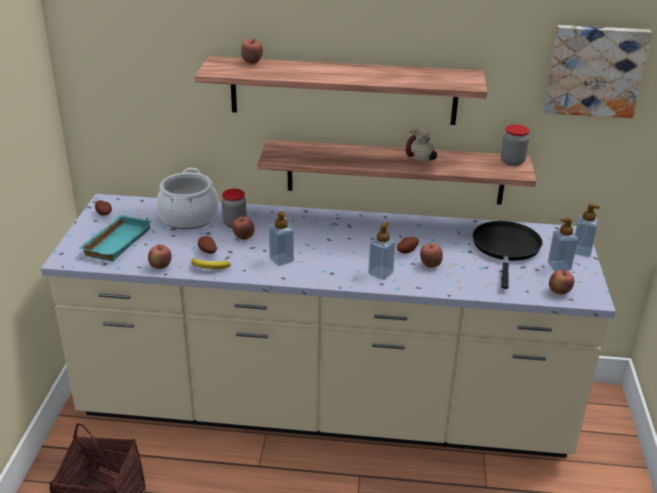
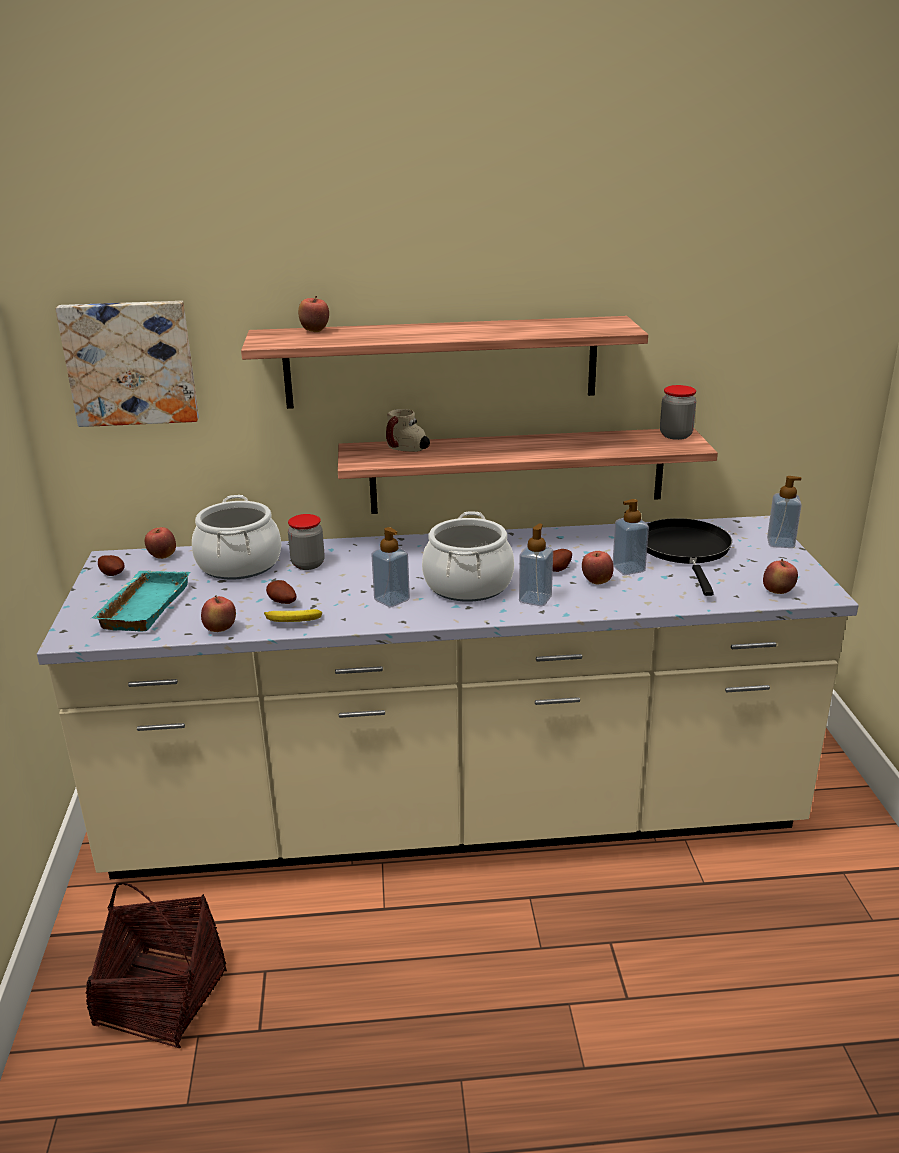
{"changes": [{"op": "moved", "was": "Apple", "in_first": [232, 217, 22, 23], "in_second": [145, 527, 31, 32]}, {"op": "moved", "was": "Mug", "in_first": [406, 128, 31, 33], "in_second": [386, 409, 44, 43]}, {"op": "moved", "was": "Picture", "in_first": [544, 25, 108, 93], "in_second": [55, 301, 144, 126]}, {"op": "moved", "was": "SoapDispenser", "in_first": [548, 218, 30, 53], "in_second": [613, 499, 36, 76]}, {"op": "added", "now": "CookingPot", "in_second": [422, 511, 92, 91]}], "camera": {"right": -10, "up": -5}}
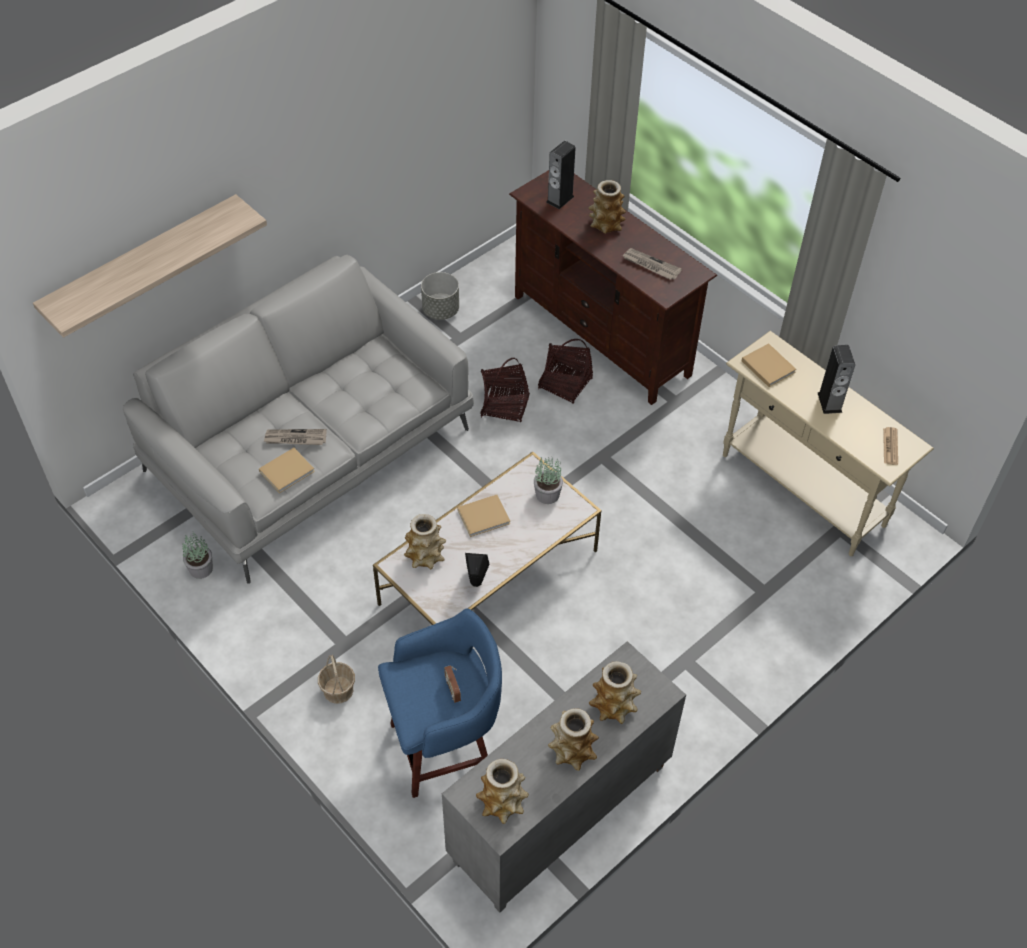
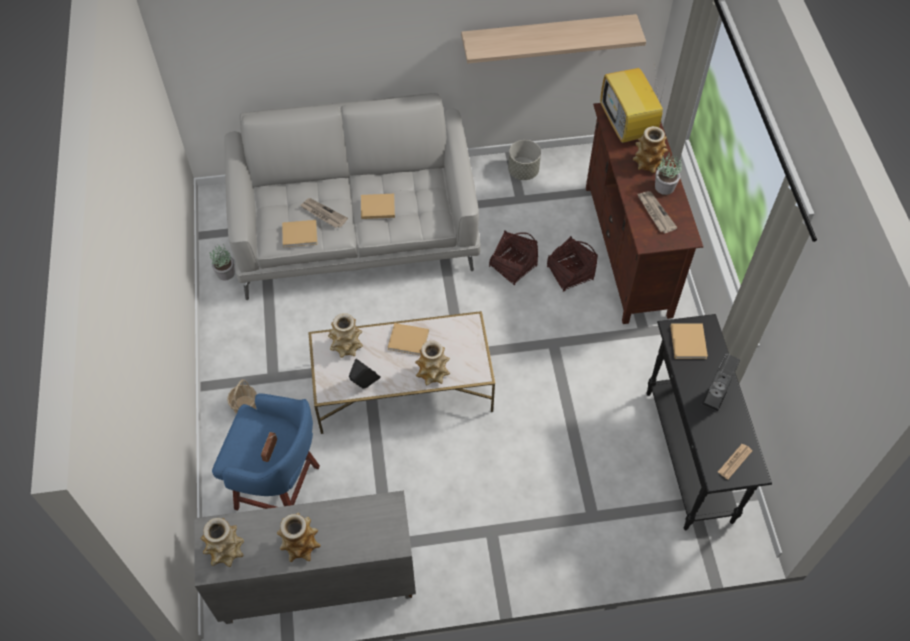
{"changes": [{"op": "moved", "was": "Shelf", "in_first": [33, 194, 234, 144], "in_second": [461, 14, 185, 50]}, {"op": "moved", "was": "PottedPlant", "in_first": [534, 458, 29, 46], "in_second": [655, 152, 27, 43]}, {"op": "replaced", "was": "Speaker", "now": "Television", "in_first": [546, 141, 30, 68], "in_second": [600, 62, 67, 81]}, {"op": "moved", "was": "Vase", "in_first": [589, 661, 52, 63], "in_second": [415, 341, 35, 44]}, {"op": "recoloured", "was": "BeigeConsoleTable", "now": "BlackConsoleTable", "in_first": [723, 331, 211, 225], "in_second": [646, 314, 126, 216]}, {"op": "added", "now": "BeigeBook", "in_second": [361, 194, 34, 25]}], "camera": {"right": 35, "up": 5}}
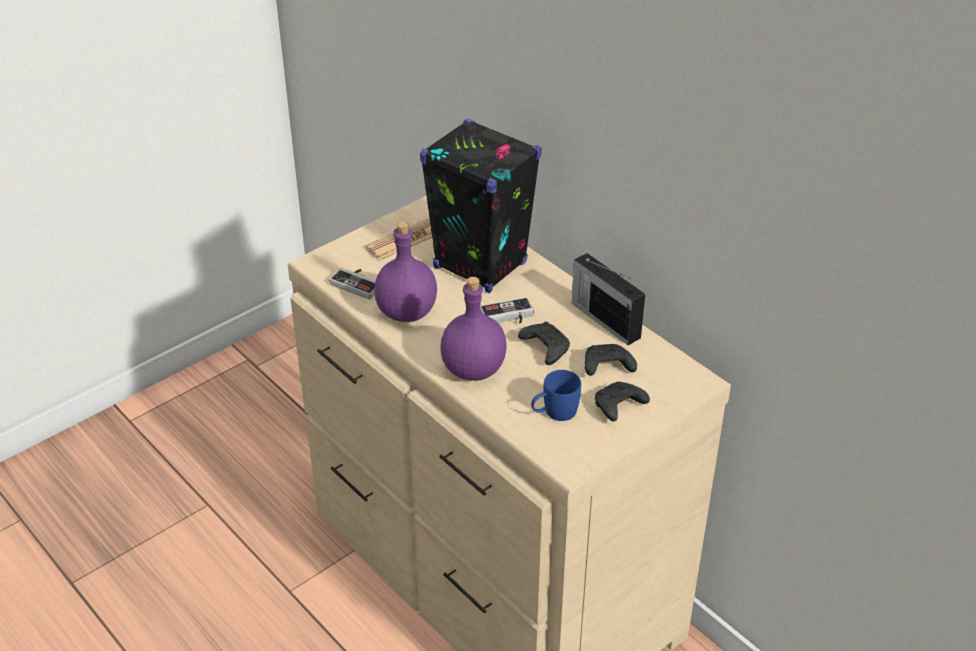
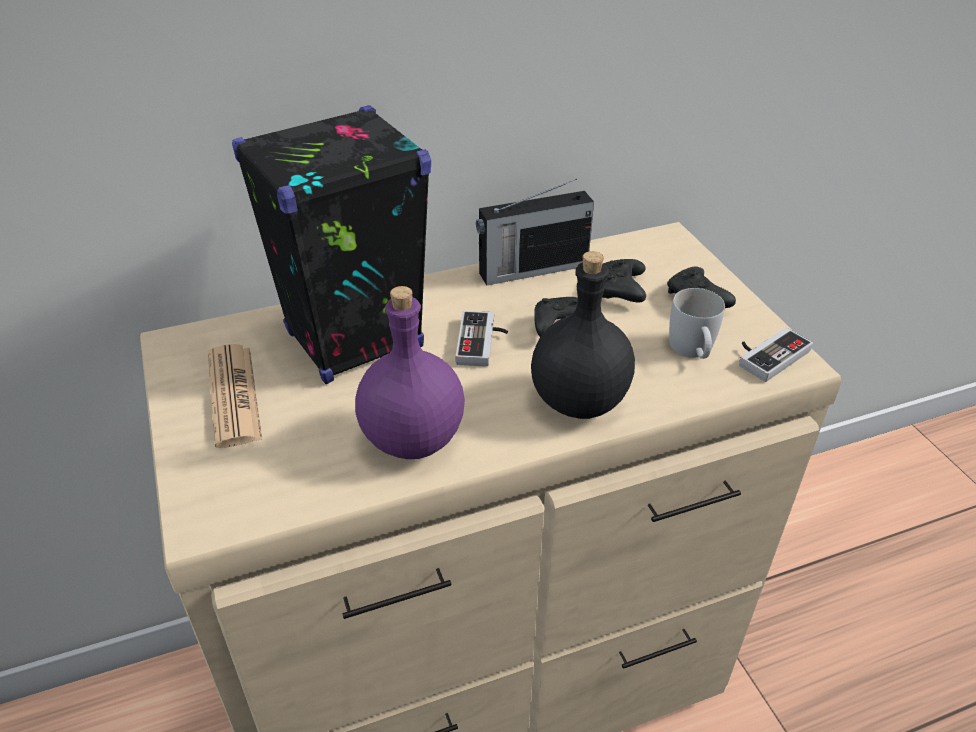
{"changes": [{"op": "moved", "was": "GameController", "in_first": [329, 268, 47, 32], "in_second": [739, 328, 74, 54]}, {"op": "recoloured", "was": "PurpleBottle", "now": "BlackBottle", "in_first": [440, 277, 67, 104], "in_second": [531, 251, 104, 168]}, {"op": "recoloured", "was": "BlueMug", "now": "WhiteMug", "in_first": [531, 370, 50, 51], "in_second": [669, 288, 56, 71]}], "camera": {"right": -70, "up": 0}}
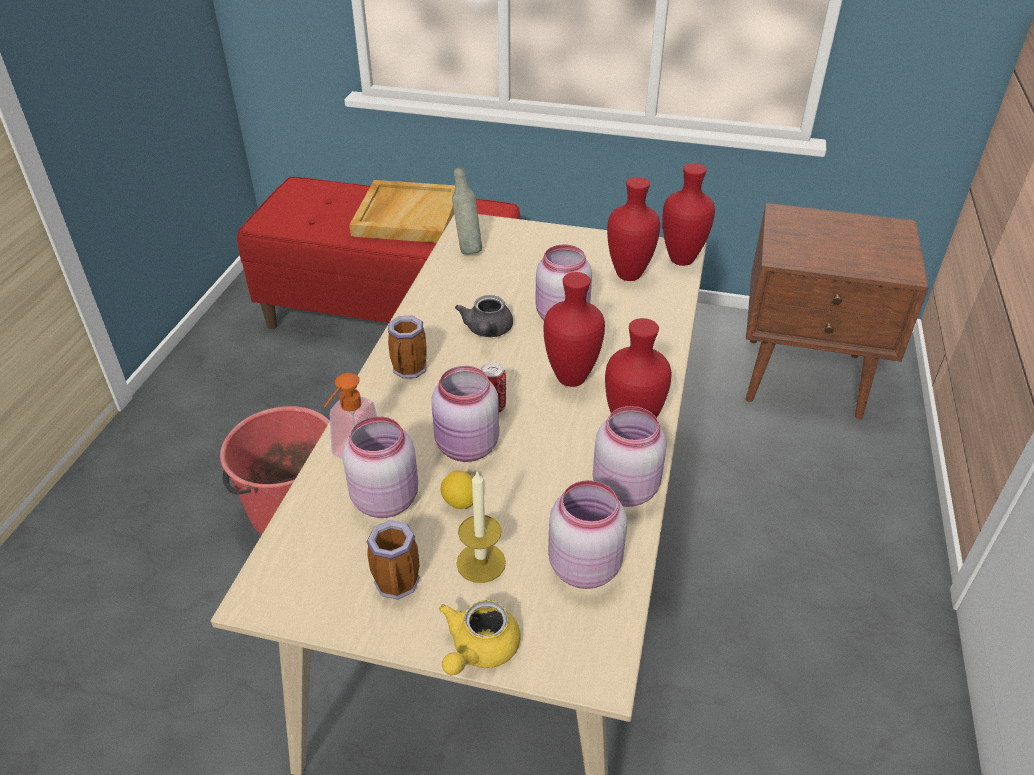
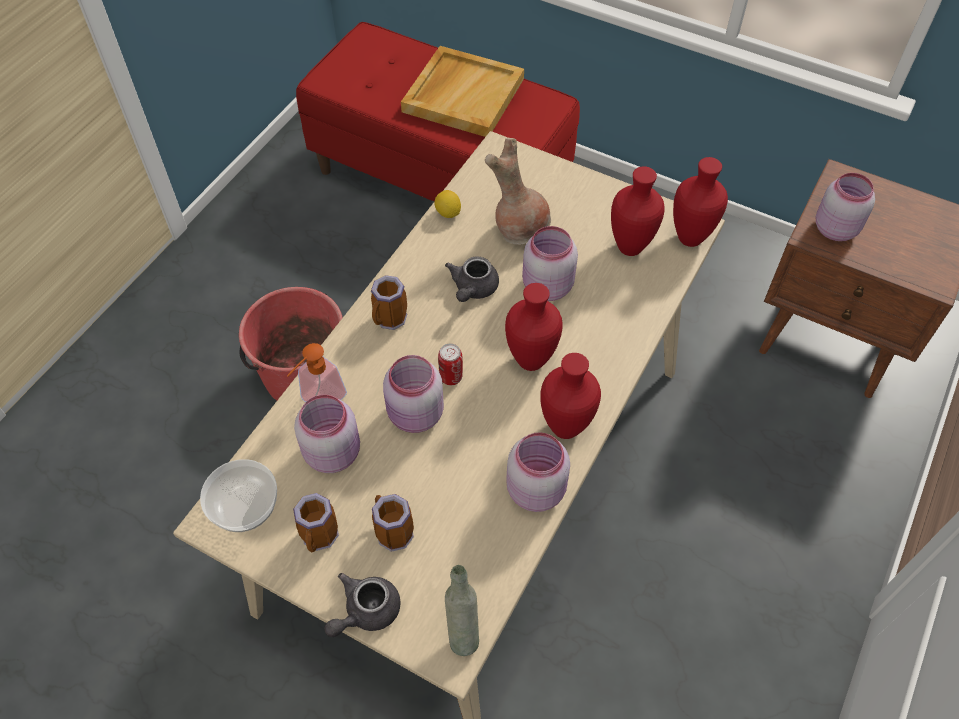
{"changes": [{"op": "recoloured", "was": "YellowTeapot", "now": "GreyTeapot", "in_first": [439, 600, 82, 76], "in_second": [325, 573, 76, 64]}, {"op": "moved", "was": "Lemon", "in_first": [441, 471, 32, 38], "in_second": [434, 190, 27, 28]}, {"op": "moved", "was": "GreyBottle", "in_first": [452, 167, 30, 87], "in_second": [445, 565, 34, 91]}, {"op": "replaced", "was": "Candle", "now": "Mug", "in_first": [456, 471, 50, 112], "in_second": [372, 494, 42, 58]}, {"op": "moved", "was": "PinkJar", "in_first": [548, 480, 79, 109], "in_second": [816, 173, 59, 68]}, {"op": "added", "now": "Bowl", "in_second": [200, 459, 77, 73]}, {"op": "added", "now": "BrownVase", "in_second": [485, 138, 66, 107]}], "camera": {"right": 15, "up": 15}}
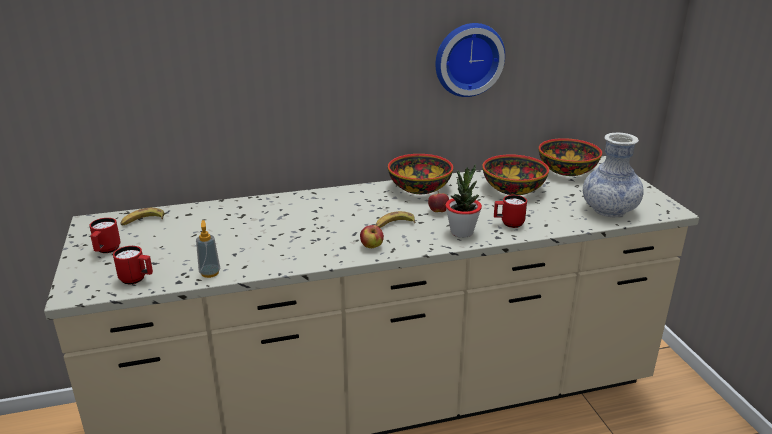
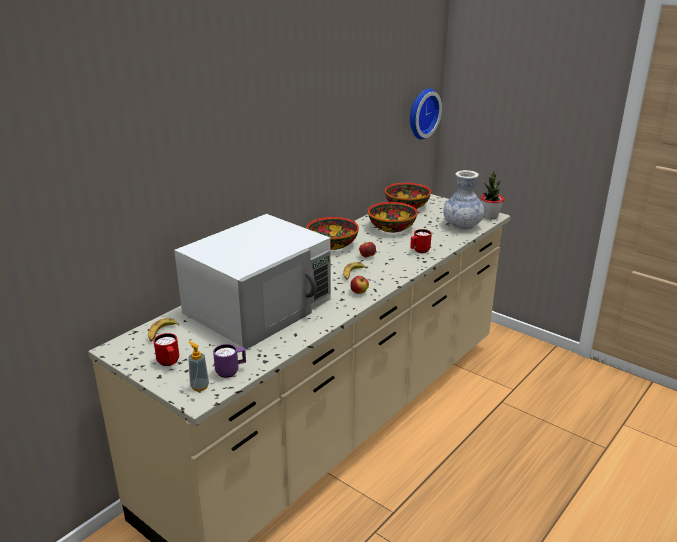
{"changes": [{"op": "recoloured", "was": "RedMug", "now": "PurpleMug", "in_first": [113, 246, 40, 38], "in_second": [213, 344, 33, 34]}, {"op": "moved", "was": "SoapDispenser", "in_first": [196, 220, 24, 58], "in_second": [188, 341, 21, 50]}, {"op": "moved", "was": "WallClock", "in_first": [435, 23, 70, 74], "in_second": [410, 89, 32, 51]}, {"op": "moved", "was": "PottedPlant", "in_first": [445, 164, 37, 74], "in_second": [481, 172, 23, 47]}, {"op": "added", "now": "WhiteMicrowave", "in_second": [174, 214, 157, 135]}], "camera": {"right": -35, "up": 0}}
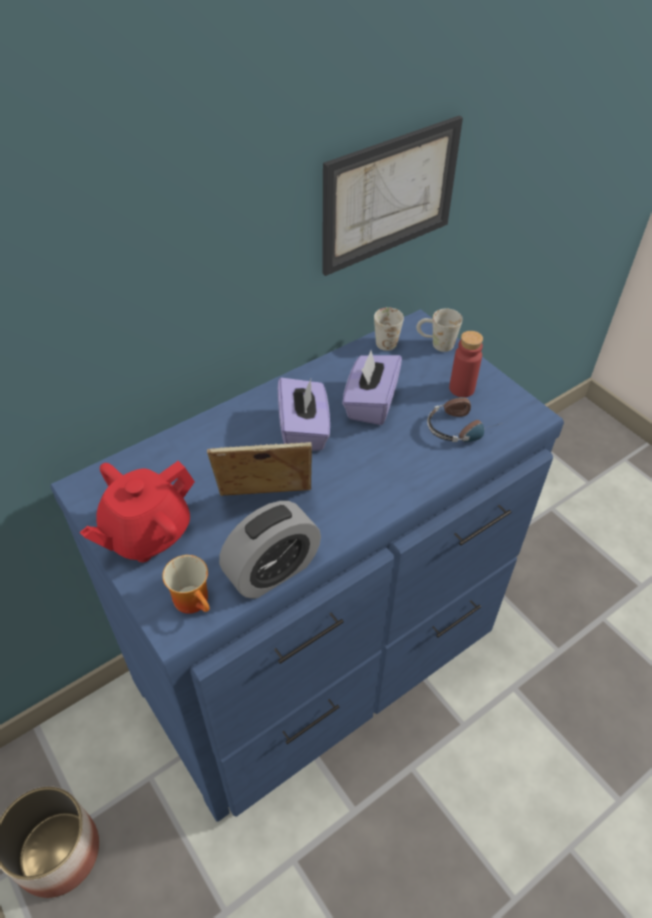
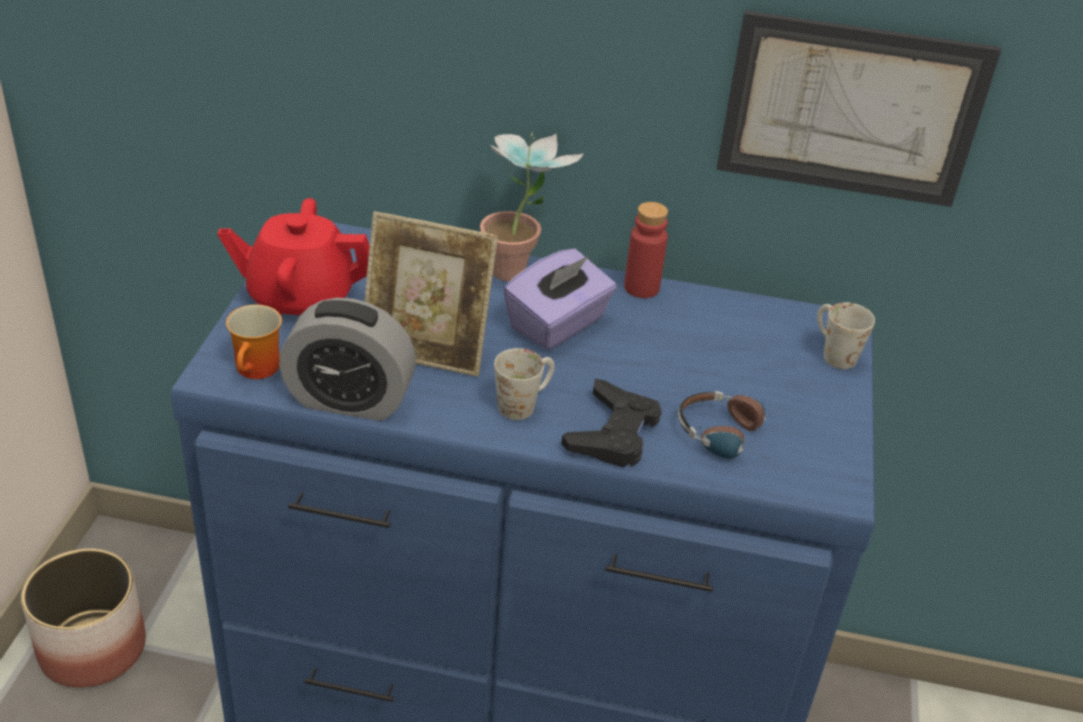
{"changes": [{"op": "turned", "was": "PictureFrame", "in_first": [207, 442, 105, 54], "in_second": [364, 211, 134, 165], "clockwise": 150}, {"op": "removed", "was": "PurpleTissueBox", "in_first": [342, 351, 60, 74]}, {"op": "moved", "was": "WhiteMug", "in_first": [374, 307, 30, 44], "in_second": [494, 348, 60, 72]}, {"op": "moved", "was": "RedBottle", "in_first": [449, 331, 34, 66], "in_second": [624, 202, 44, 96]}, {"op": "added", "now": "PottedPlant", "in_second": [480, 133, 104, 148]}, {"op": "added", "now": "BlackGameController", "in_second": [561, 379, 101, 89]}], "camera": {"right": 45, "up": -10}}
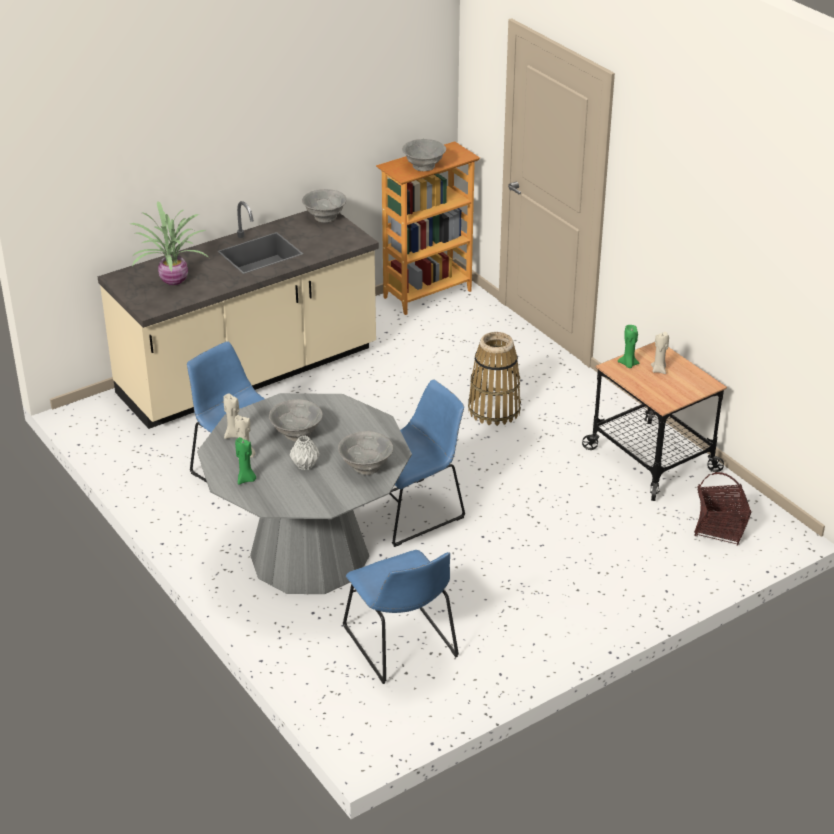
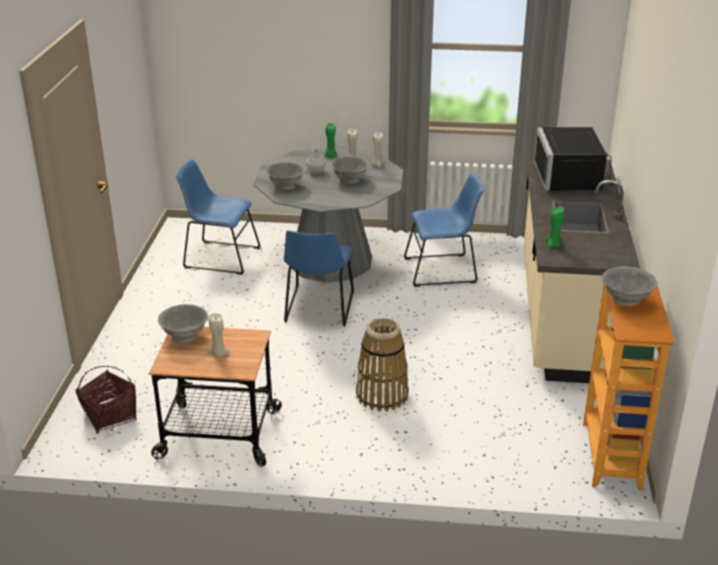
{"changes": [{"op": "replaced", "was": "PottedPlant", "now": "BlackMicrowave", "in_first": [130, 201, 79, 84], "in_second": [534, 127, 80, 64]}, {"op": "moved", "was": "GreyBowl", "in_first": [302, 189, 45, 33], "in_second": [158, 304, 50, 39]}, {"op": "moved", "was": "GreenCandle", "in_first": [618, 325, 21, 43], "in_second": [546, 206, 18, 42]}], "camera": {"right": 130, "up": -5}}
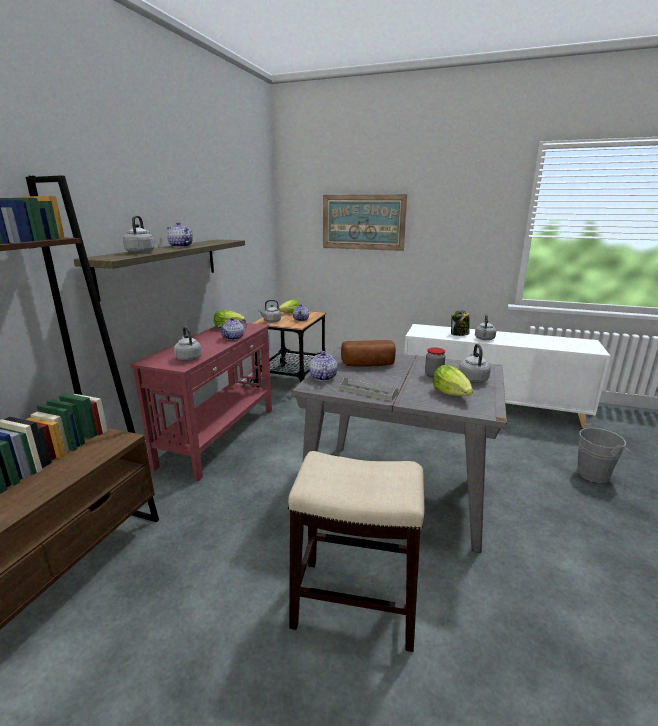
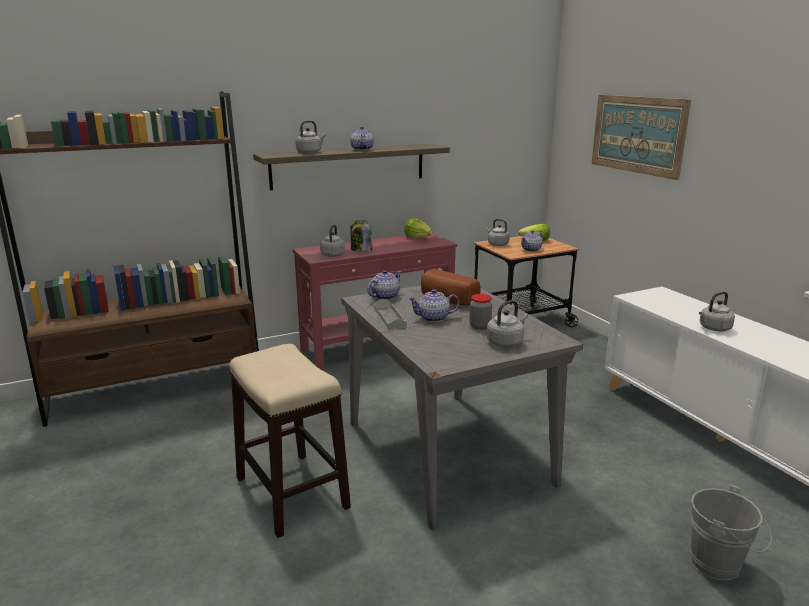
{"changes": [{"op": "moved", "was": "Teapot", "in_first": [218, 318, 29, 22], "in_second": [408, 289, 52, 33]}, {"op": "removed", "was": "Lettuce", "in_first": [433, 365, 40, 31]}, {"op": "moved", "was": "Jar", "in_first": [451, 311, 19, 25], "in_second": [350, 220, 22, 32]}], "camera": {"right": 45, "up": 0}}
